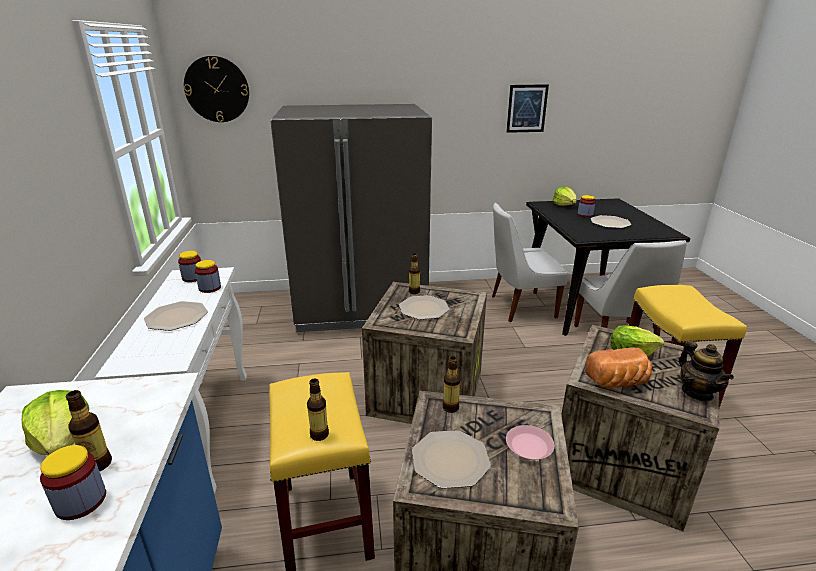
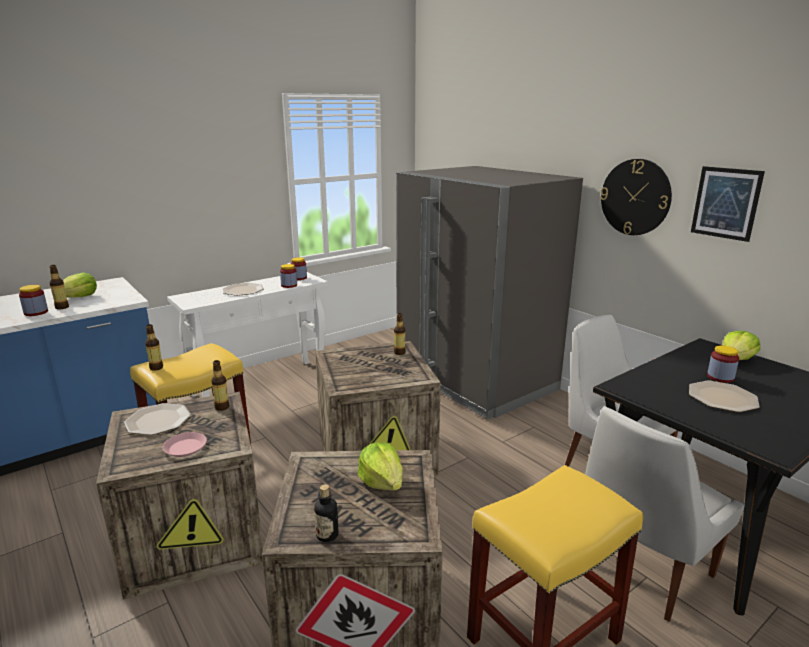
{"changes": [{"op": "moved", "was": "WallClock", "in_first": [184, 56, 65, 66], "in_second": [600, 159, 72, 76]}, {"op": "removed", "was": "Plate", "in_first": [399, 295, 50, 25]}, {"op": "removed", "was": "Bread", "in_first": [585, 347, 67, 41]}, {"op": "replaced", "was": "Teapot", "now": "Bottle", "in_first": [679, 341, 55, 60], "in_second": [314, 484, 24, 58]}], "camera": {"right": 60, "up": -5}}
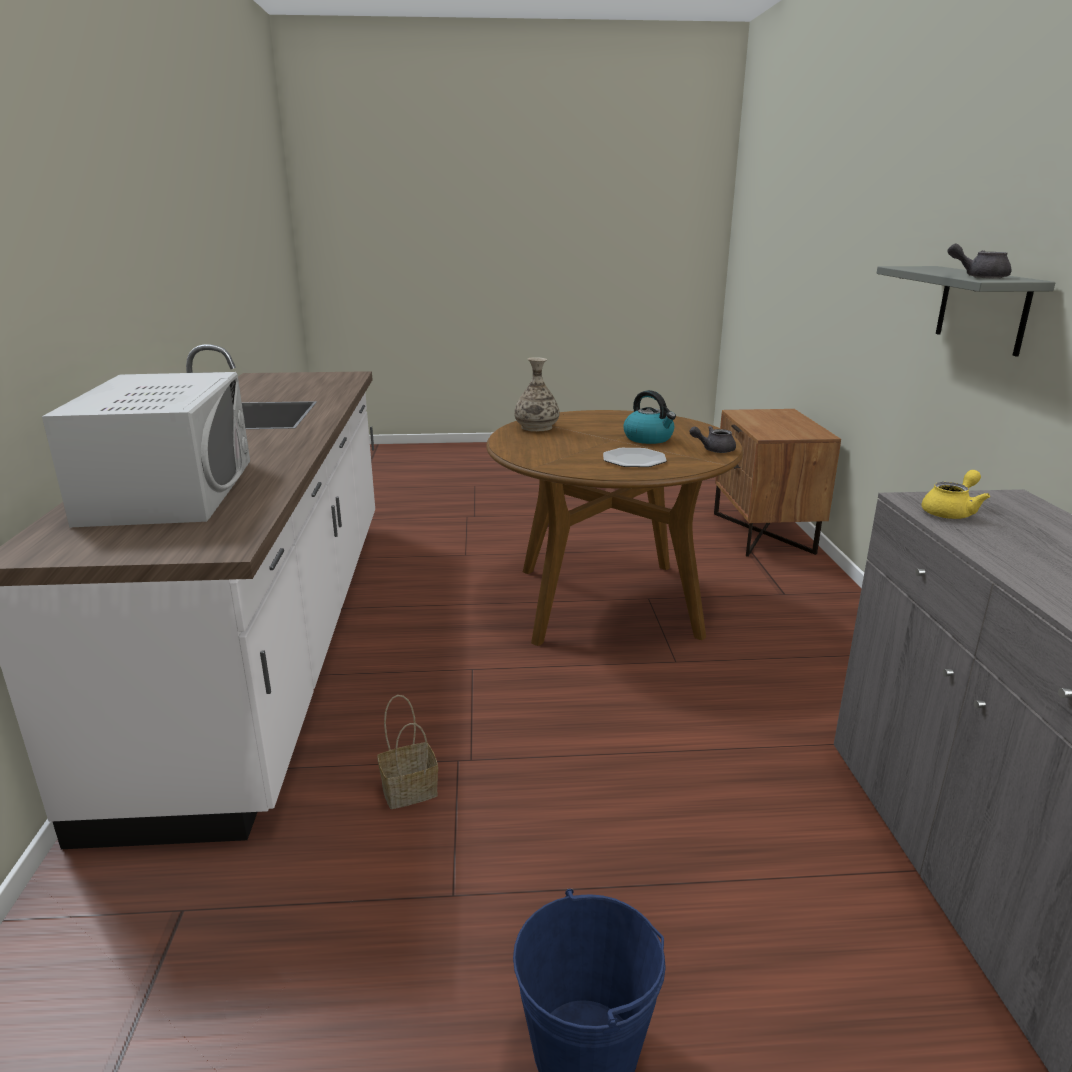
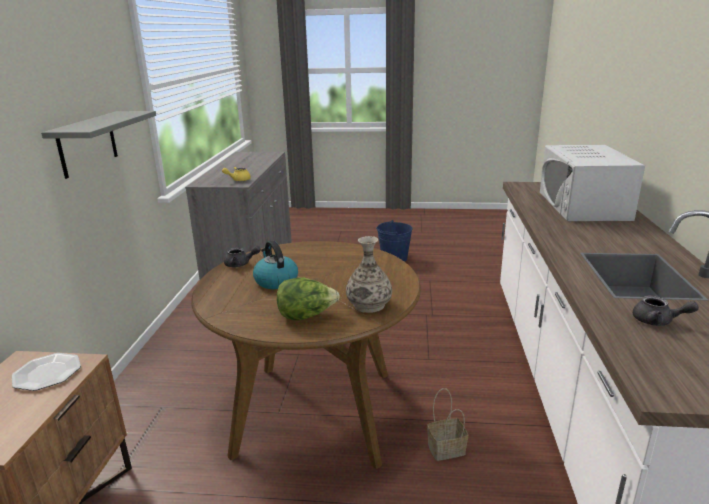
{"changes": [{"op": "moved", "was": "Basket", "in_first": [377, 695, 61, 114], "in_second": [427, 388, 41, 73]}, {"op": "moved", "was": "Plate", "in_first": [603, 448, 64, 19], "in_second": [12, 353, 69, 38]}, {"op": "moved", "was": "GreyTeapot", "in_first": [948, 244, 63, 35], "in_second": [633, 296, 66, 30]}, {"op": "added", "now": "Lettuce", "in_second": [276, 278, 64, 43]}], "camera": {"right": -170, "up": 0}}
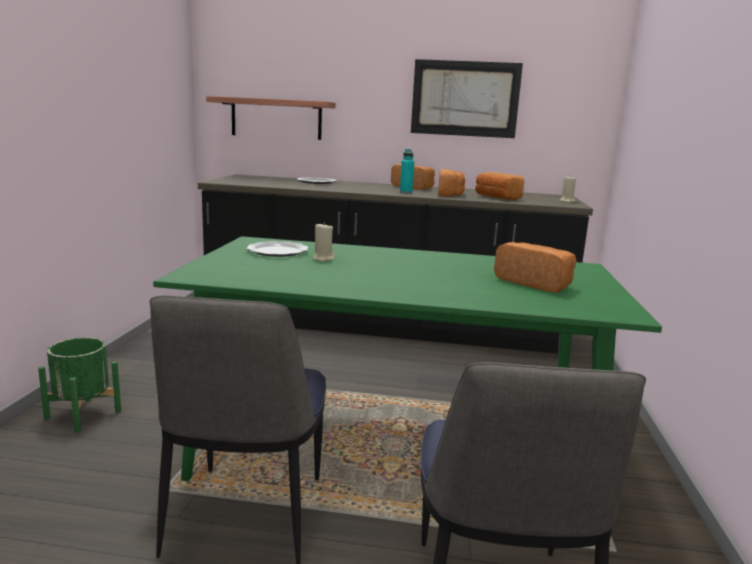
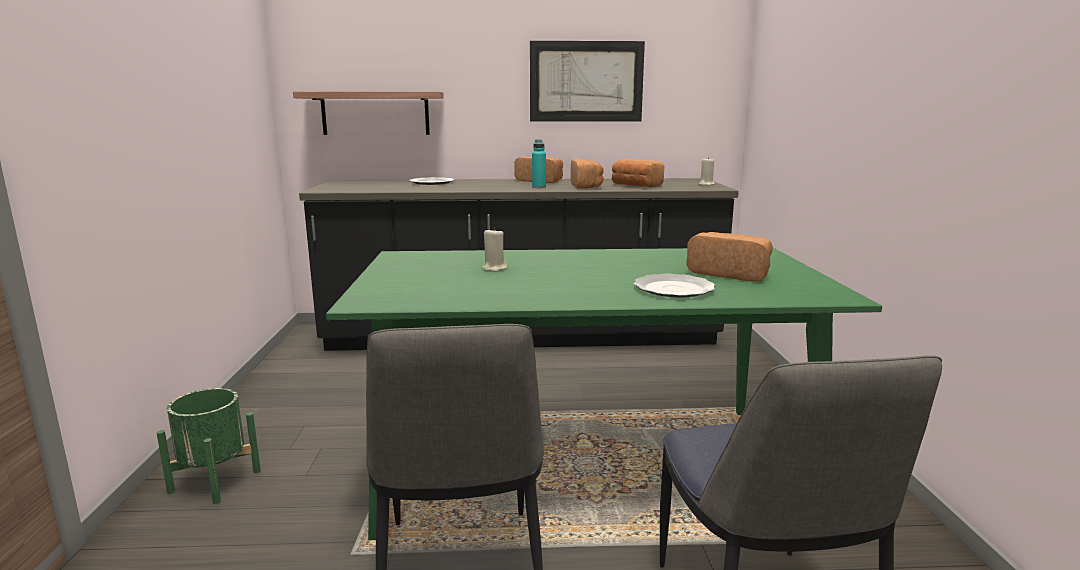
{"changes": [{"op": "moved", "was": "Plate", "in_first": [247, 241, 61, 16], "in_second": [634, 274, 81, 24]}], "camera": {"right": -10, "up": 0}}
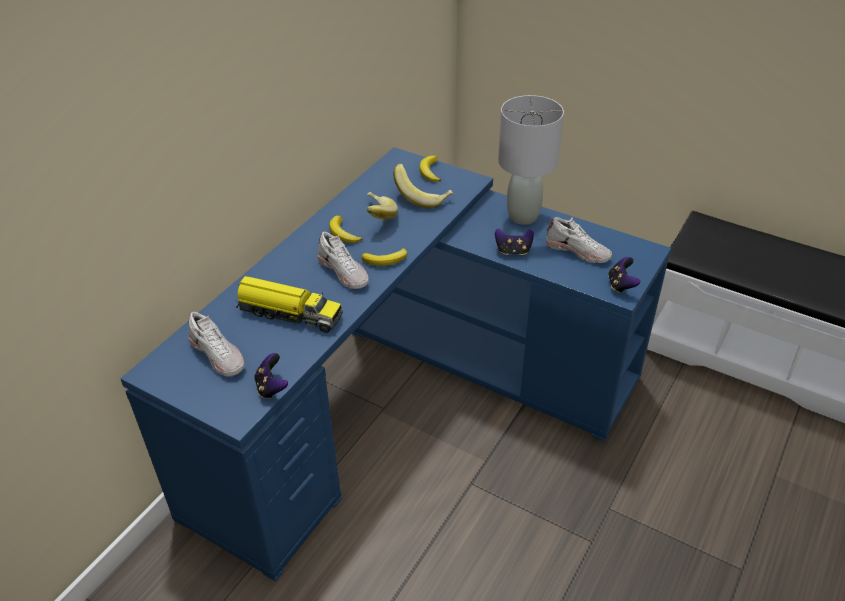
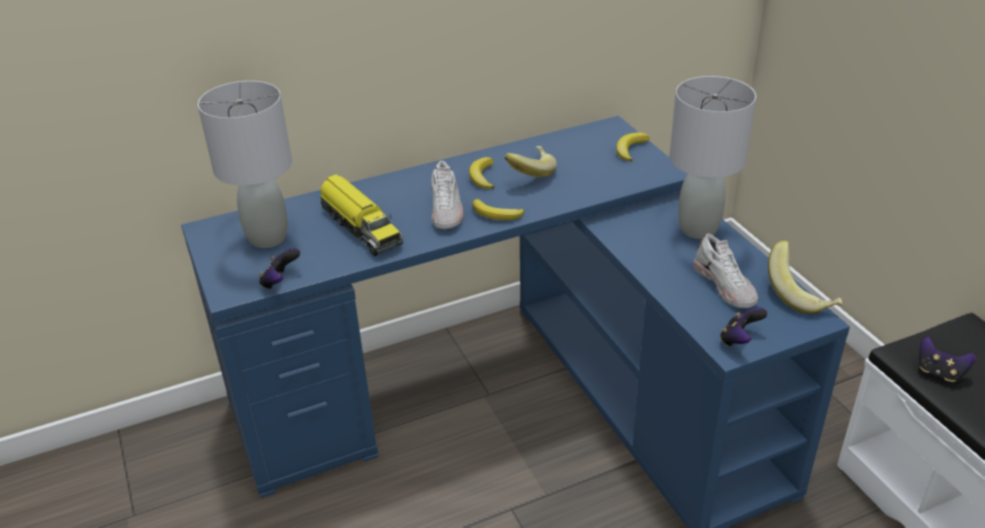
{"changes": [{"op": "replaced", "was": "WhiteShoe", "now": "GreyTableLamp", "in_first": [188, 312, 56, 64], "in_second": [198, 81, 94, 167]}, {"op": "moved", "was": "Banana", "in_first": [393, 164, 60, 45], "in_second": [768, 240, 75, 74]}, {"op": "moved", "was": "GameController", "in_first": [495, 229, 39, 26], "in_second": [919, 337, 56, 45]}], "camera": {"right": 35, "up": -5}}
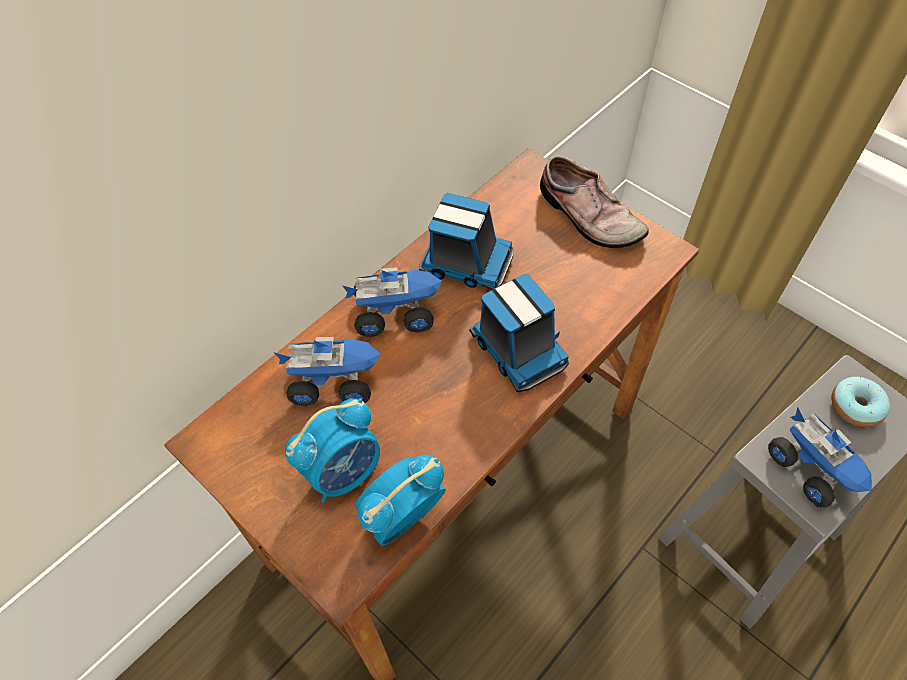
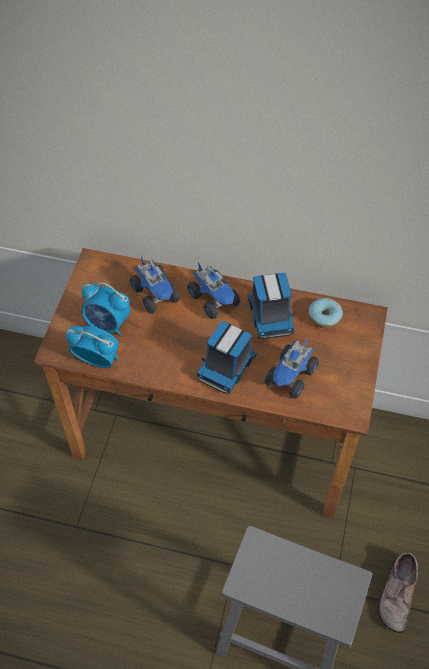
{"changes": [{"op": "moved", "was": "Shoe", "in_first": [540, 155, 109, 93], "in_second": [378, 552, 40, 81]}, {"op": "moved", "was": "ToyTruck", "in_first": [768, 407, 103, 101], "in_second": [264, 338, 55, 61]}, {"op": "moved", "was": "Donut", "in_first": [831, 377, 59, 50], "in_second": [308, 298, 35, 31]}], "camera": {"right": 60, "up": 0}}
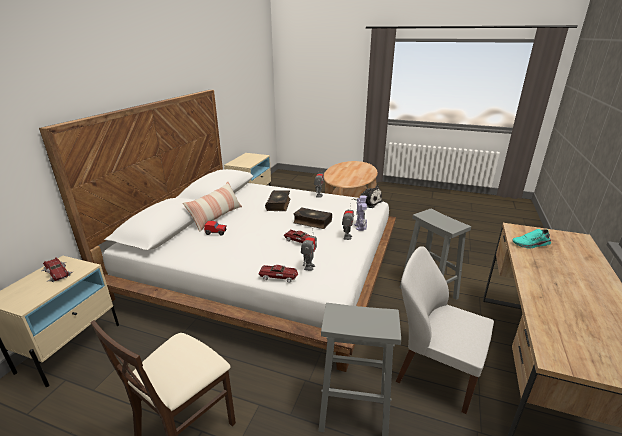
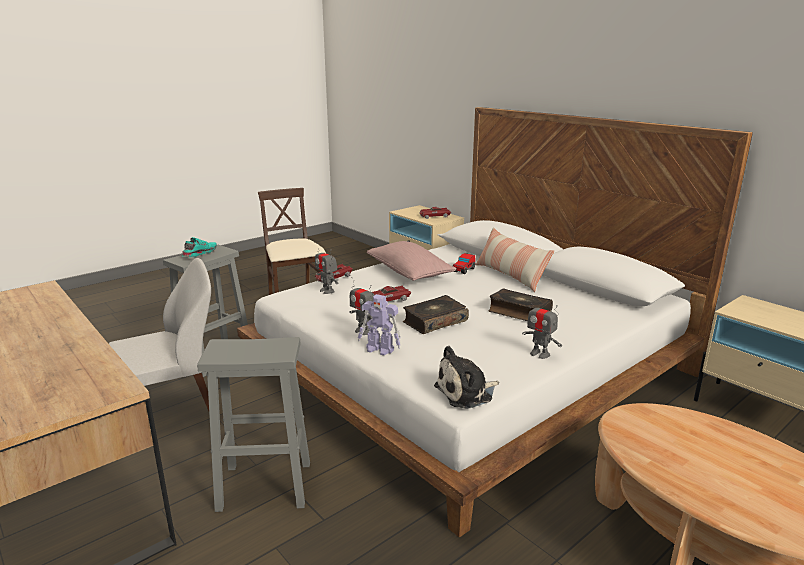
{"changes": [{"op": "moved", "was": "TurquoiseShoe", "in_first": [513, 229, 38, 19], "in_second": [182, 237, 35, 21]}, {"op": "added", "now": "PinkPillow", "in_second": [367, 241, 89, 40]}], "camera": {"right": 120, "up": -5}}
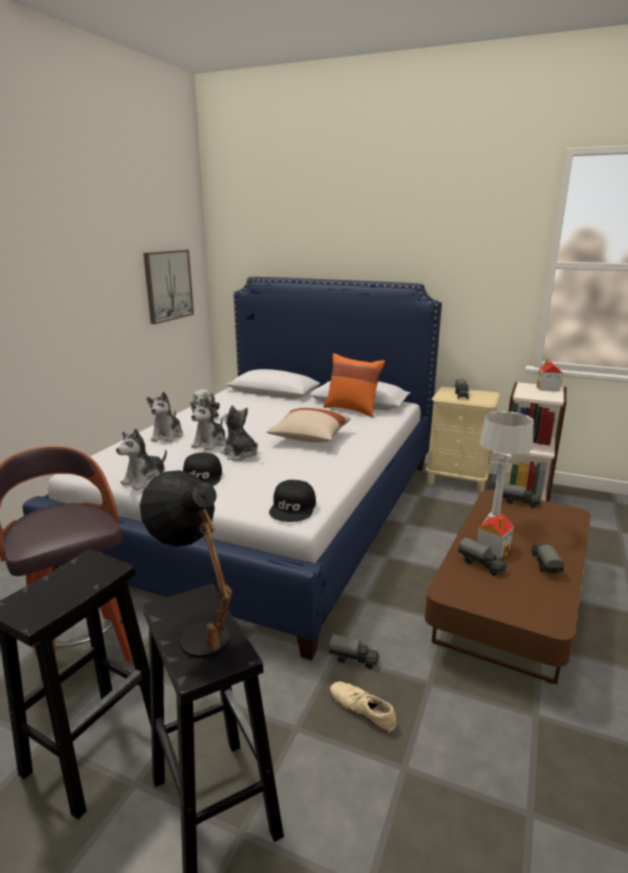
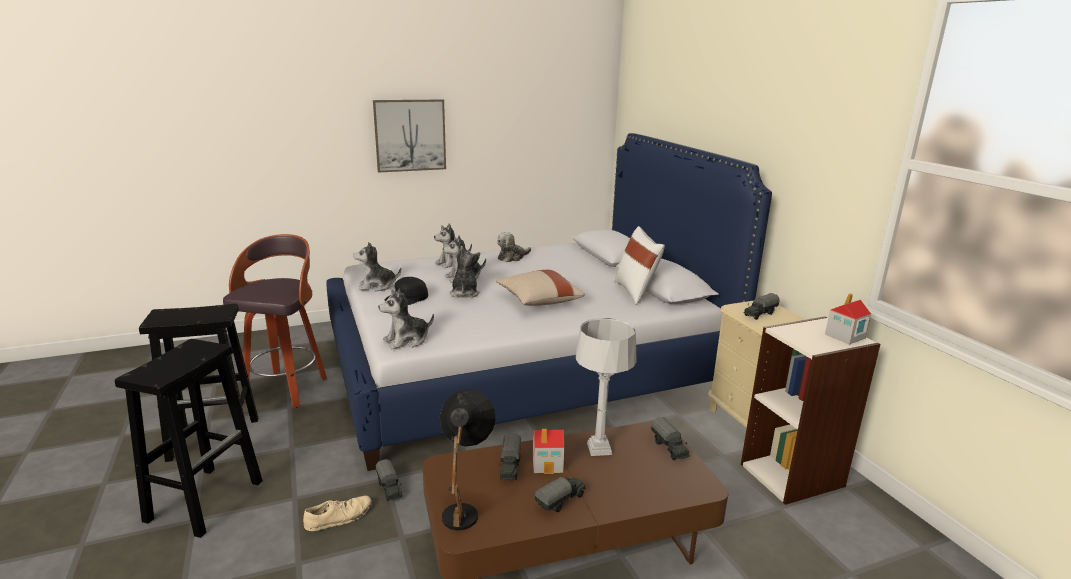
{"changes": [{"op": "moved", "was": "BlackTableLamp", "in_first": [140, 470, 92, 189], "in_second": [440, 389, 56, 141]}, {"op": "moved", "was": "Picture", "in_first": [143, 250, 51, 74], "in_second": [373, 100, 73, 72]}, {"op": "replaced", "was": "BlackCap", "now": "PlushToy", "in_first": [269, 480, 47, 42], "in_second": [378, 289, 56, 60]}, {"op": "recoloured", "was": "OrangePillow", "now": "WhitePillow", "in_first": [323, 353, 62, 64], "in_second": [615, 226, 50, 79]}, {"op": "turned", "was": "BeigeShoe", "in_first": [330, 681, 66, 51], "in_second": [303, 496, 69, 35], "clockwise": 60}], "camera": {"right": 45, "up": 0}}
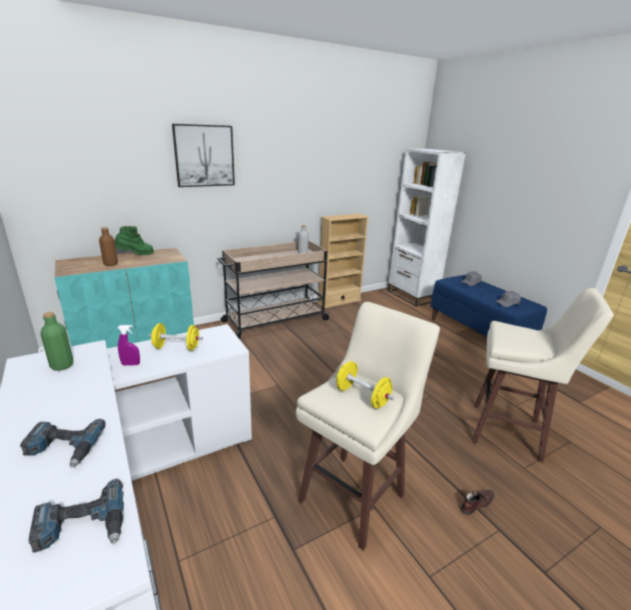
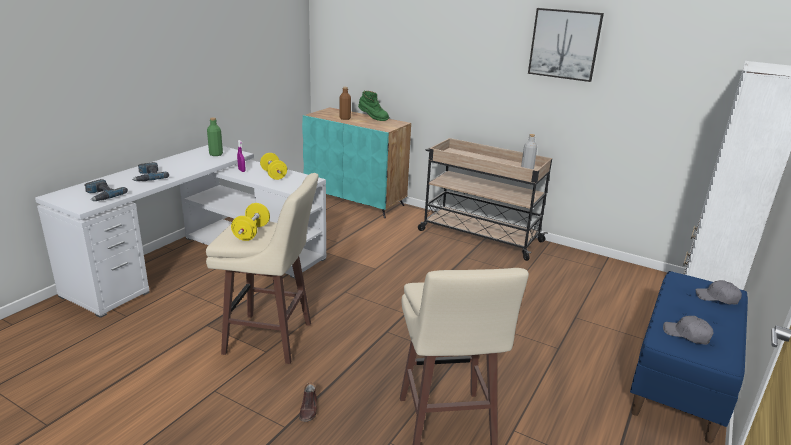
{"changes": [{"op": "moved", "was": "Picture", "in_first": [172, 124, 63, 63], "in_second": [528, 8, 76, 74]}, {"op": "removed", "was": "BeigeBookcase", "in_first": [317, 213, 52, 95]}, {"op": "turned", "was": "BrownShoe", "in_first": [460, 489, 35, 26], "in_second": [299, 383, 18, 39], "clockwise": 60}], "camera": {"right": 60, "up": 0}}
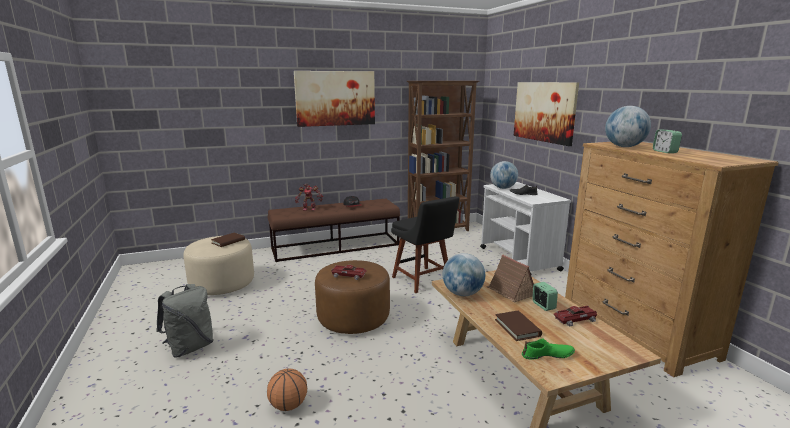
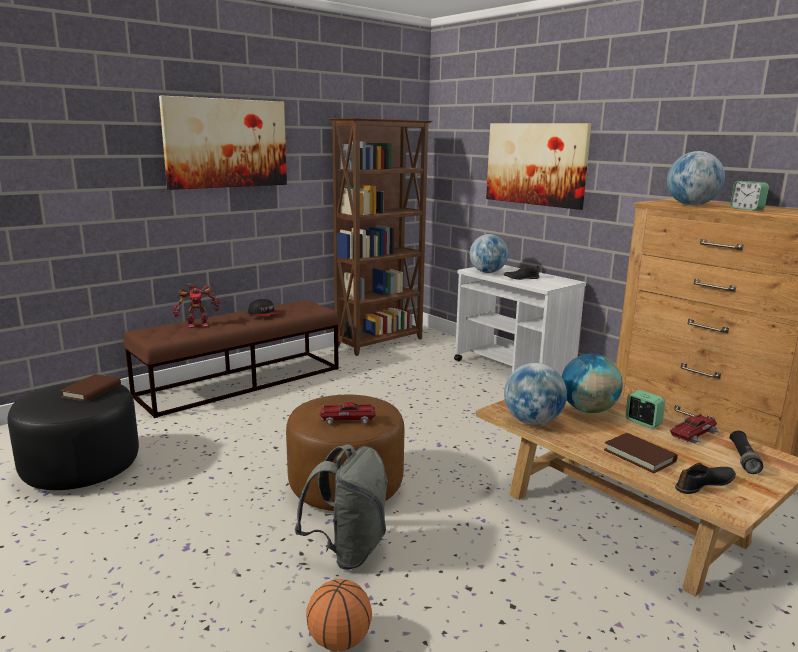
{"changes": [{"op": "moved", "was": "GreyBackpack", "in_first": [156, 284, 58, 74], "in_second": [295, 444, 93, 126]}, {"op": "recoloured", "was": "BeigeOttoman", "now": "BlackOttoman", "in_first": [183, 236, 71, 59], "in_second": [7, 381, 132, 109]}, {"op": "removed", "was": "BlackChair", "in_first": [391, 196, 68, 97]}, {"op": "replaced", "was": "ToyHouse", "now": "Globe", "in_first": [486, 255, 48, 48], "in_second": [562, 354, 61, 59]}, {"op": "recoloured", "was": "GreenShoe", "now": "BlackShoe", "in_first": [522, 338, 53, 21], "in_second": [675, 463, 61, 31]}, {"op": "added", "now": "BlackFlashlight", "in_second": [729, 430, 34, 44]}], "camera": {"right": -20, "up": 0}}
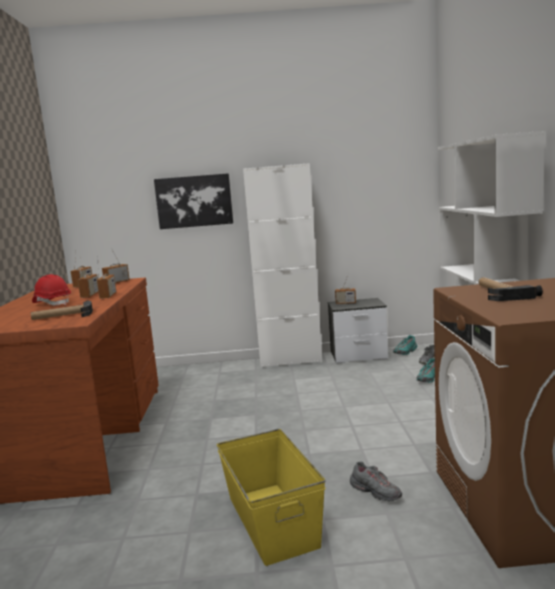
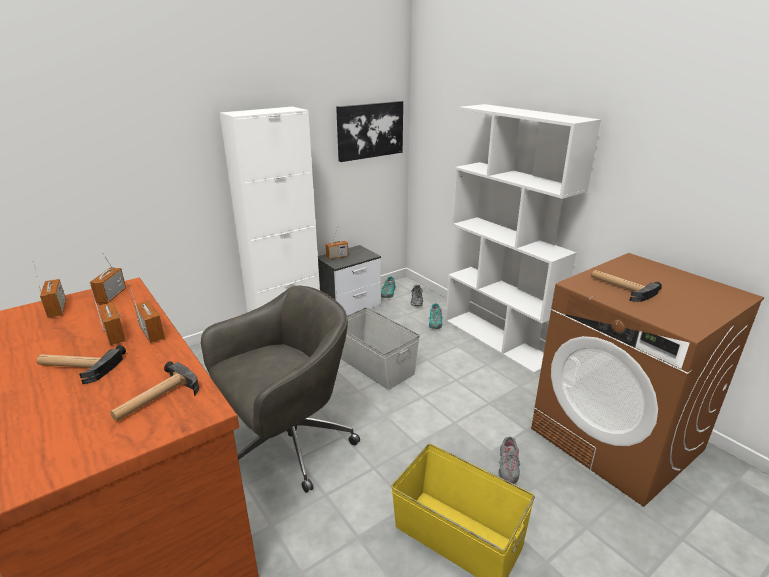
{"changes": [{"op": "replaced", "was": "RedHardHat", "now": "Hammer", "in_first": [32, 274, 39, 31], "in_second": [37, 345, 89, 39]}, {"op": "moved", "was": "Picture", "in_first": [154, 173, 79, 56], "in_second": [336, 101, 67, 61]}, {"op": "turned", "was": "GreyShoe", "in_first": [350, 461, 52, 40], "in_second": [499, 437, 21, 47], "clockwise": 90}, {"op": "added", "now": "GreyOfficeChair", "in_second": [201, 286, 159, 207]}, {"op": "added", "now": "GreyStorageBox", "in_second": [341, 307, 79, 83]}], "camera": {"right": -35, "up": 15}}
